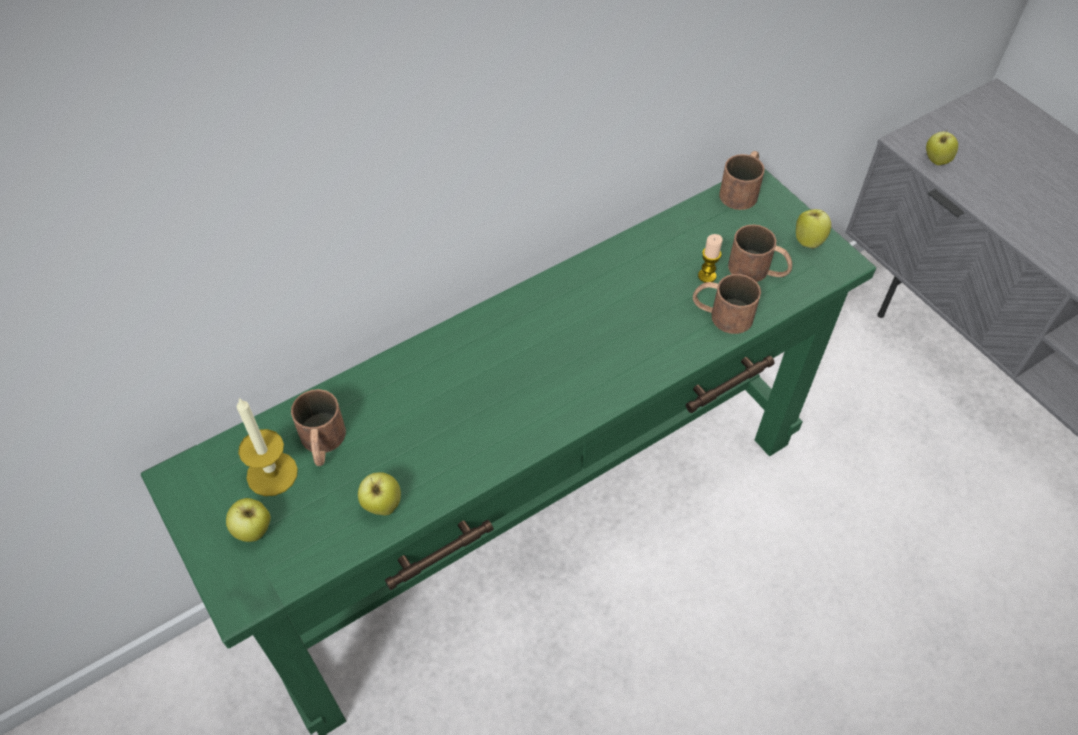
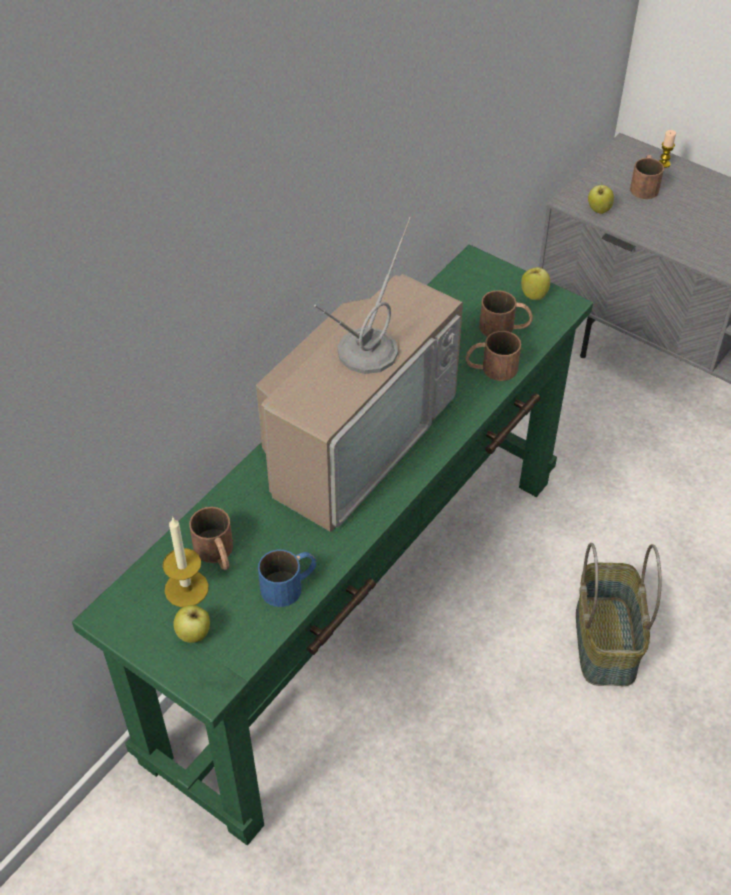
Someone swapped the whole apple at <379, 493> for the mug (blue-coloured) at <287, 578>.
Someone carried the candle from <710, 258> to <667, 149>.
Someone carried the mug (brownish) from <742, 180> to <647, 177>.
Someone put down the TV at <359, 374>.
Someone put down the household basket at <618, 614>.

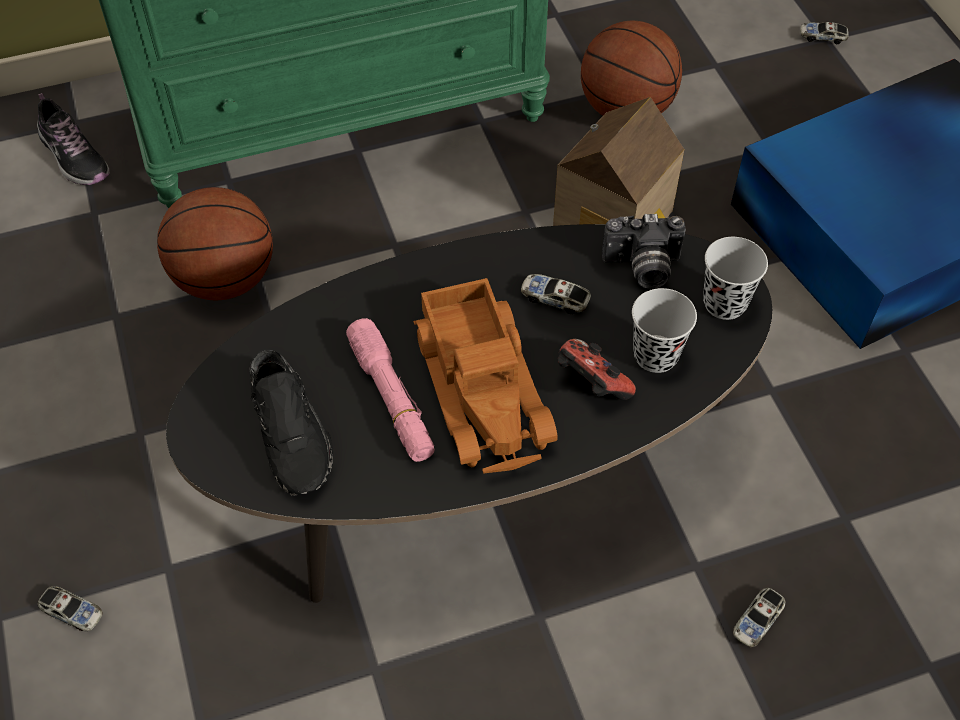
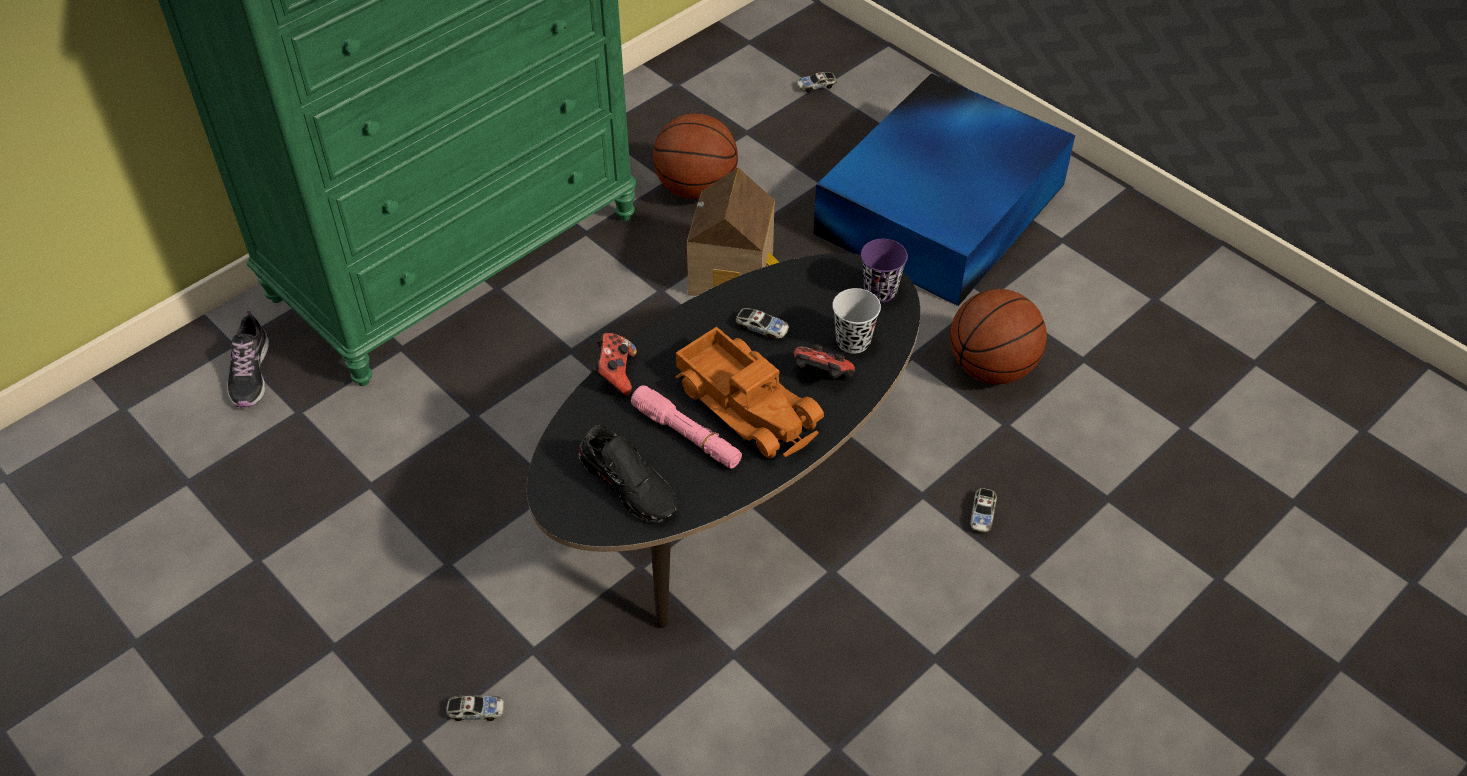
Someone rotated the shoe at <73, 139> by 60 degrees clockwise.
Someone carried the basketball from <215, 243> to <998, 336>.
Someone rotated the toy car at <556, 294> by 150 degrees counterclockwise.
Someone took away the still camera at <644, 251>.
Someone repainted the small cup (black) at <735, 278>, which became the small cup (purple) at <884, 270>.
Someone put down the gamepad at <614, 365>.

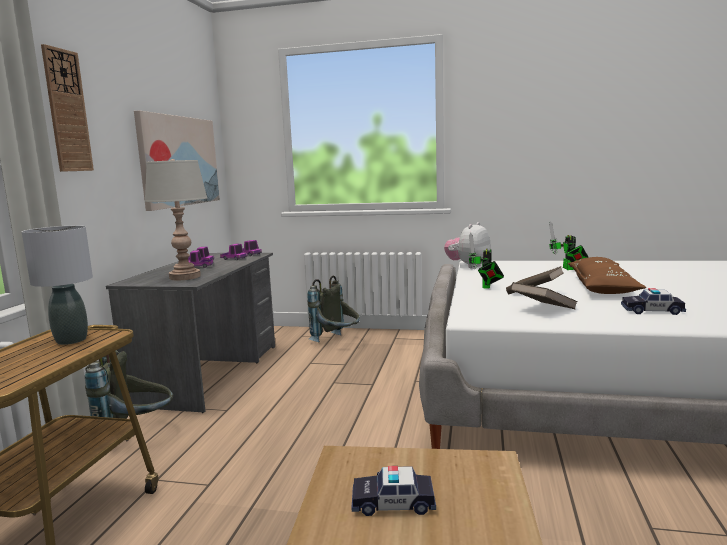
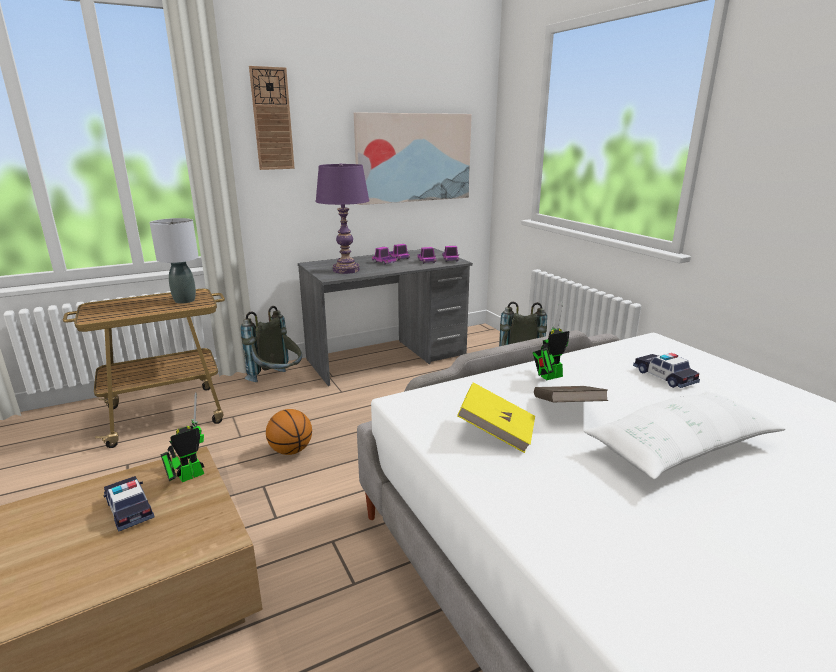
Someone repainted the tabletop lamp (grey) at <176, 219>, which became the tabletop lamp (purple) at <342, 219>.
Someone took away the plush toy at <467, 245>.
Someone repainted the volume (brownish) at <544, 296>, which became the volume (yellow-coloured) at <496, 417>.
Someone carried the toy robot from <569, 246> to <182, 437>.
Someone repainted the throw pillow (brownish) at <607, 275>, which became the throw pillow (white) at <684, 435>.
Someone carried the toy car from <653, 301> to <666, 370>.
Someone put down the basketball at <289, 432>.

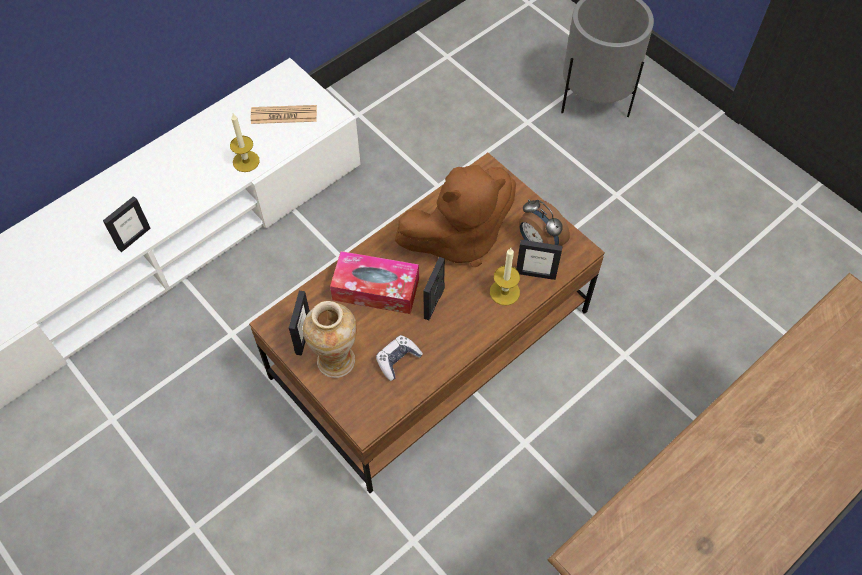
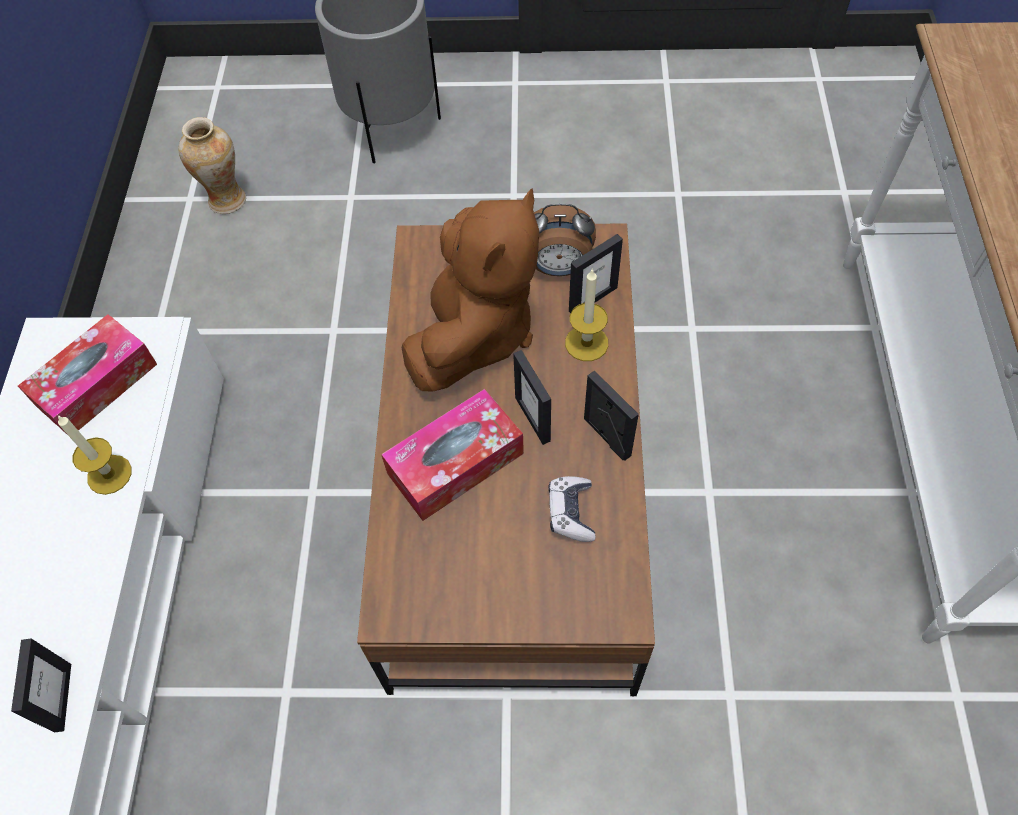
Someone swapped the daily paper at <284, 114> for the tissue holder at <87, 373>.
Someone carried the standing frame from <299, 323> to <611, 416>.
Someone carried the flower vase from <330, 339> to <212, 165>.

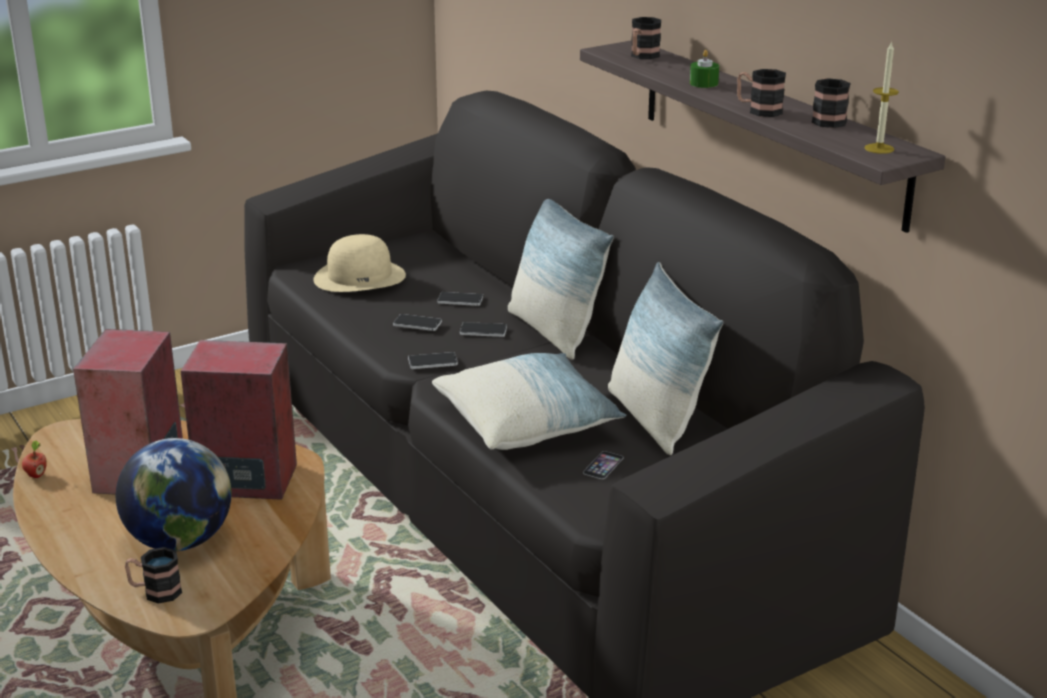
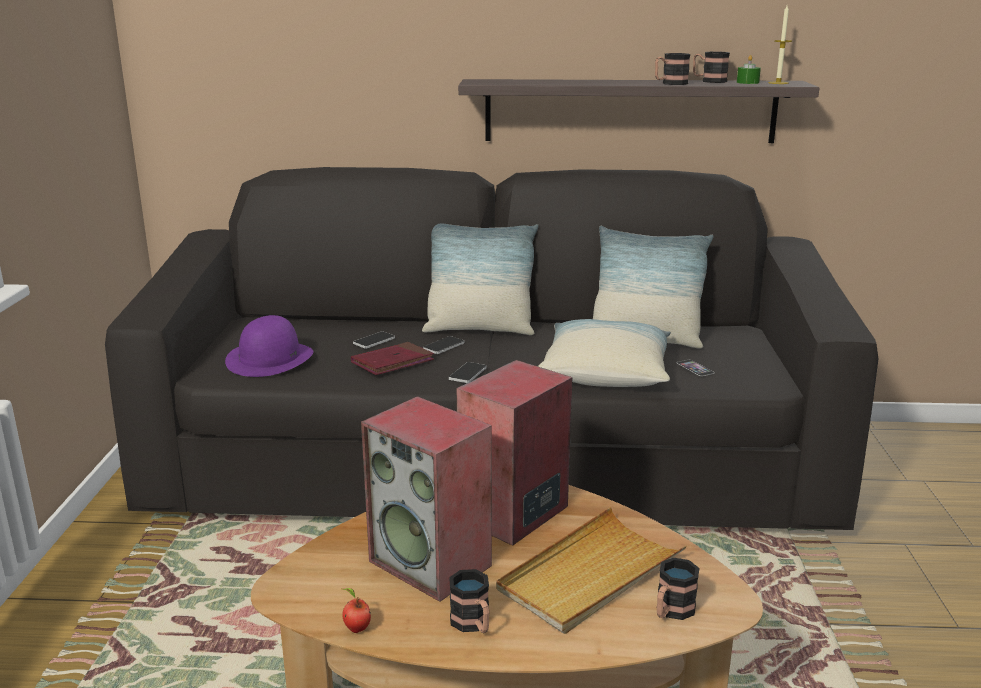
Someone swapped the globe at <174, 494> for the carrying tray (beige) at <591, 570>.
Someone repainted the wearable hat (beige) at <359, 263>, which became the wearable hat (purple) at <269, 346>.
Someone swapped the handset at <417, 322> for the volume (reddish) at <392, 358>.
Someone carried the mug from <646, 38> to <469, 601>.
Someone carried the candle (green) from <704, 69> to <749, 69>.

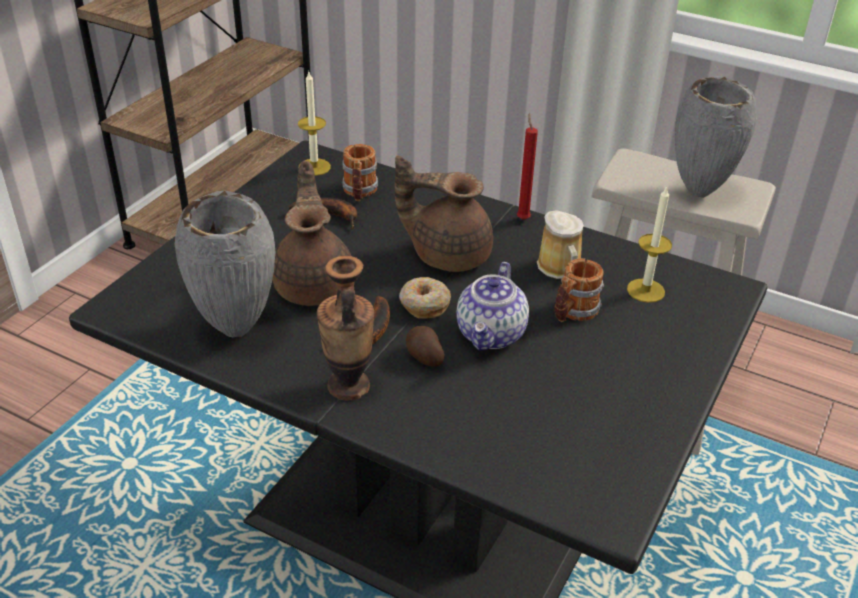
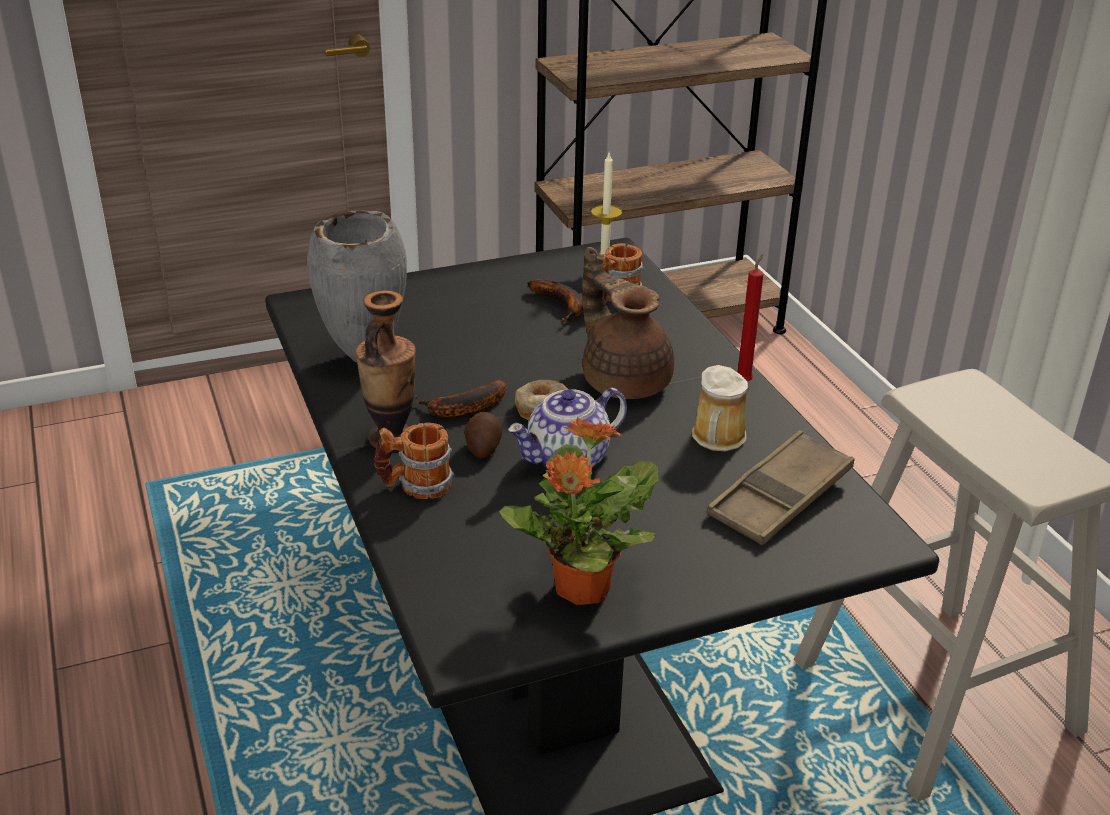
Someone took away the teapot (brownish) at <311, 233>.
Someone carried the mug from <579, 290> to <414, 461>.
Someone swapped the candle at <649, 244> for the carrying tray (brownish) at <780, 487>.
Someone took away the flower vase (grey) at <716, 137>.
Someone put down the potted plant at <579, 510>.

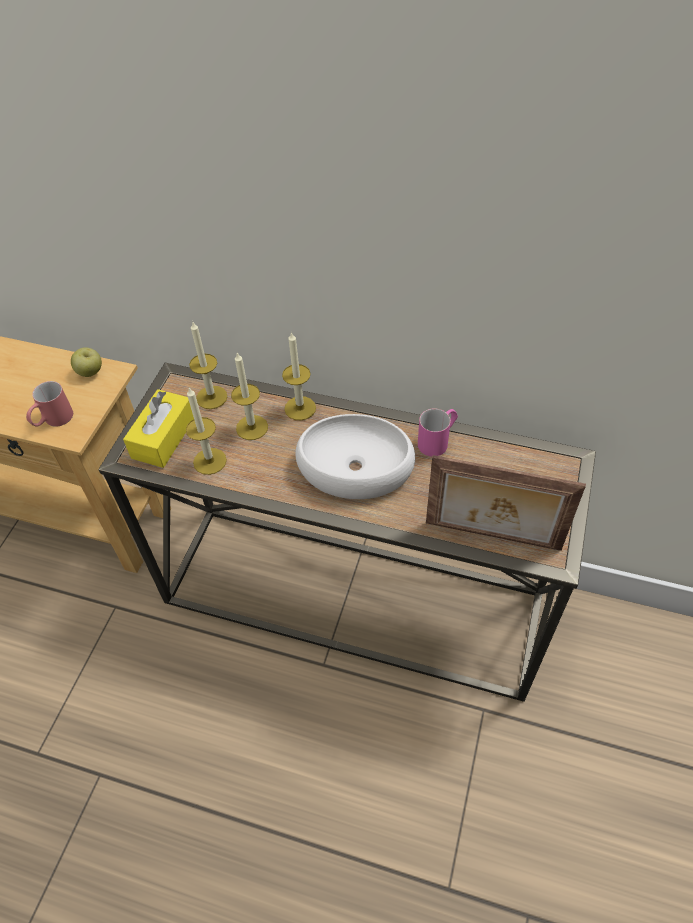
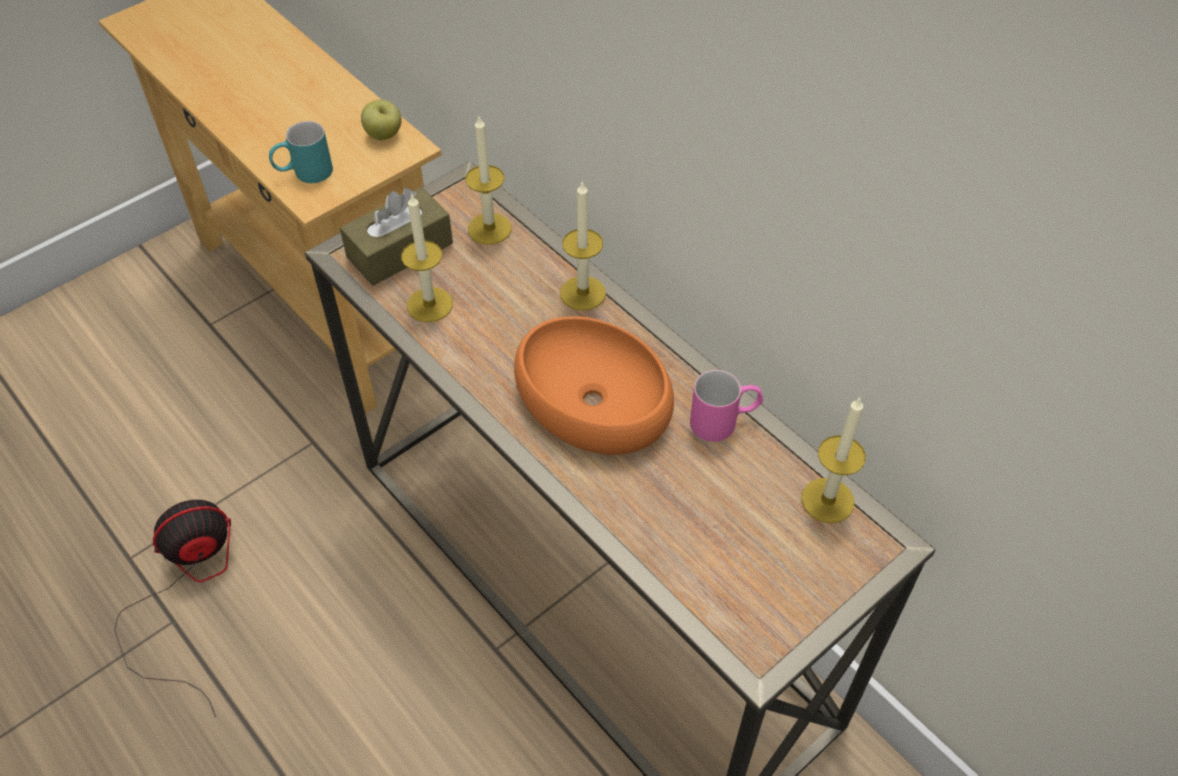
Someone repainted the mug (reddish) at <49, 404>, which became the mug (turquoise-coloured) at <301, 152>.
Someone repainted the tissue holder (yellow-coloured) at <158, 428>, which became the tissue holder (brownish) at <396, 236>.
Someone carried the candle from <249, 396> to <834, 460>.
Someone repainted the bowl (white) at <355, 456>, which became the bowl (orange-coloured) at <594, 385>.
Someone took away the standing frame at <506, 503>.
Someone put down the cooling fan at <172, 608>.

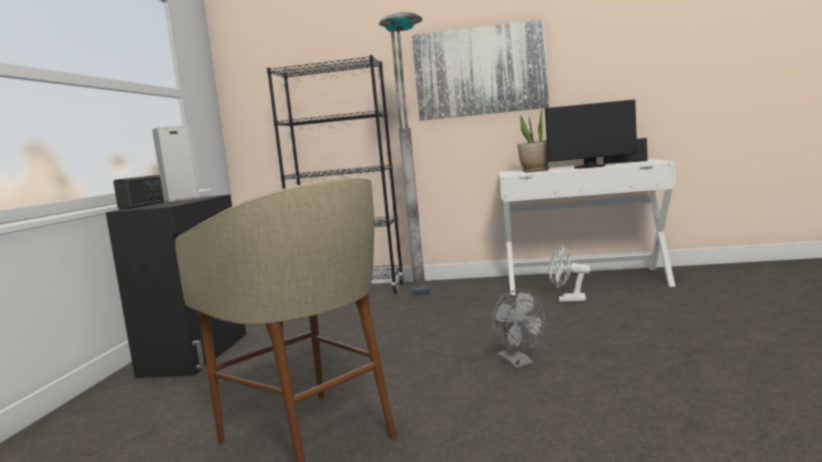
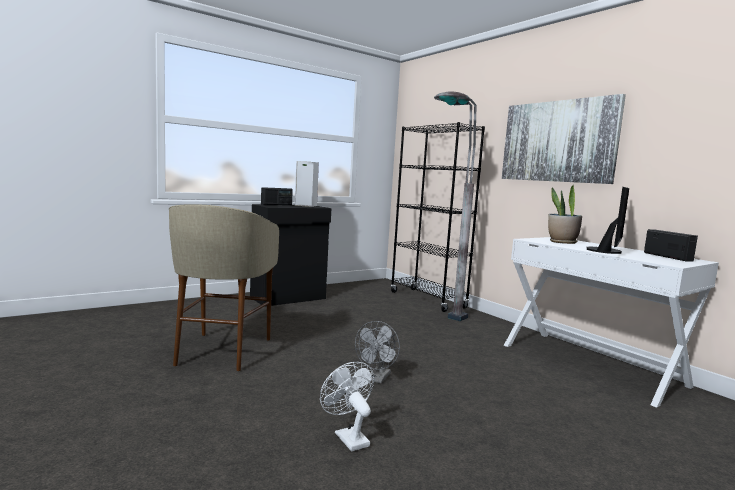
Someone rotated the computer display at <591, 134> by 105 degrees counterclockwise.
Someone carried the cooling fan (white) from <570, 273> to <347, 406>.

